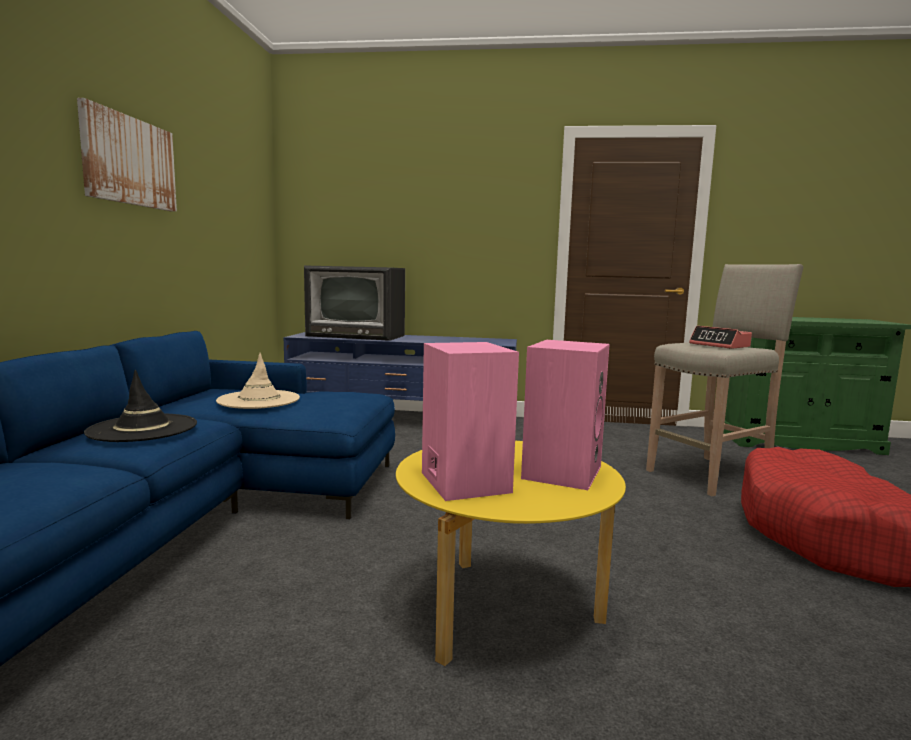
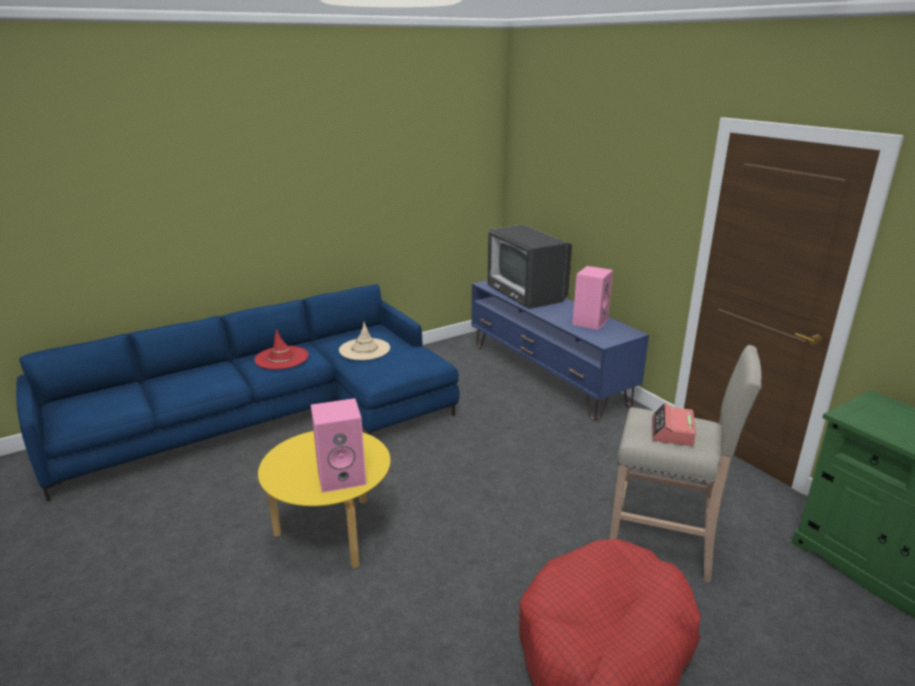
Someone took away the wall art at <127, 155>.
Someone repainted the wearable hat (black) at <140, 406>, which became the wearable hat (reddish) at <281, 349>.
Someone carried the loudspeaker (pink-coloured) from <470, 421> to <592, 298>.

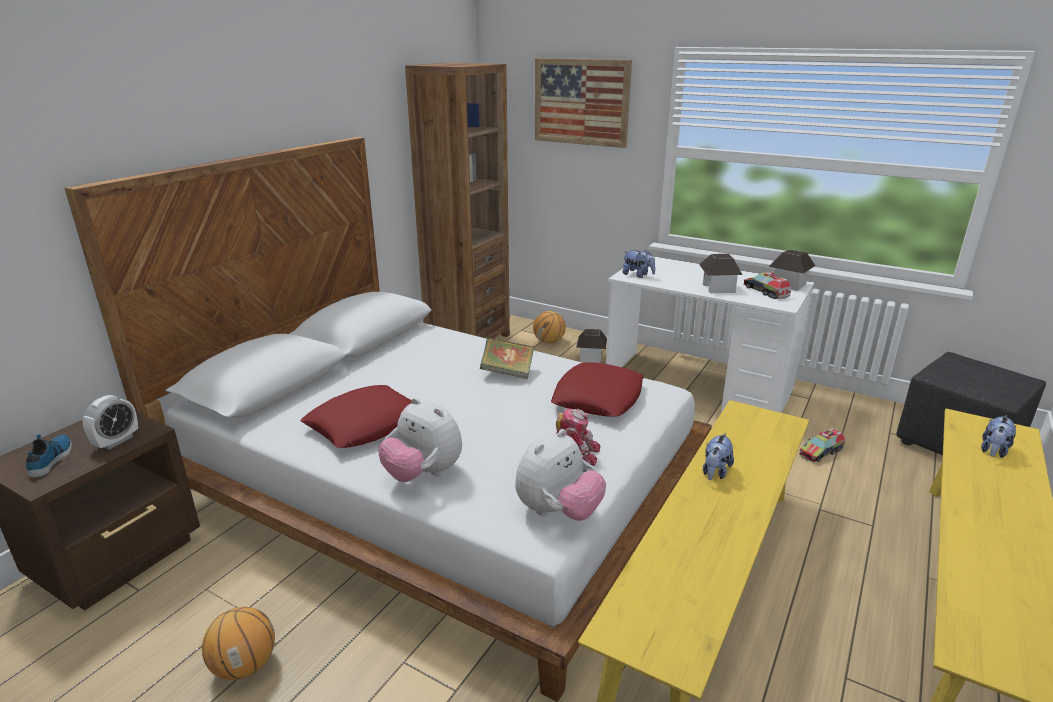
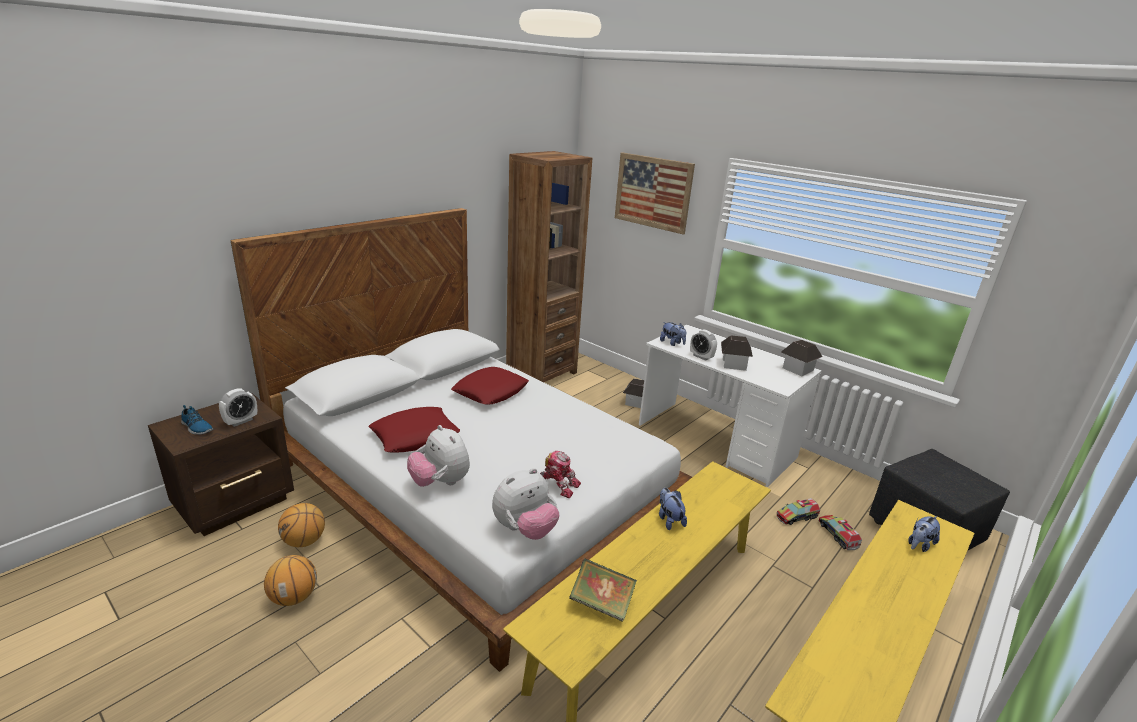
Someone rotated the shoe at <49, 456> by 120 degrees clockwise.
Someone carried the volume from <507, 358> to <603, 590>.
Someone carried the basketball from <549, 327> to <301, 525>.
Someone carried the throw pillow (reddish) from <597, 389> to <490, 386>.
Someone rotated the plush toy at <718, 456> by 120 degrees clockwise.
Someone carried the model truck from <768, 285> to <840, 532>.
Someone put down the alarm clock at <703, 345>.

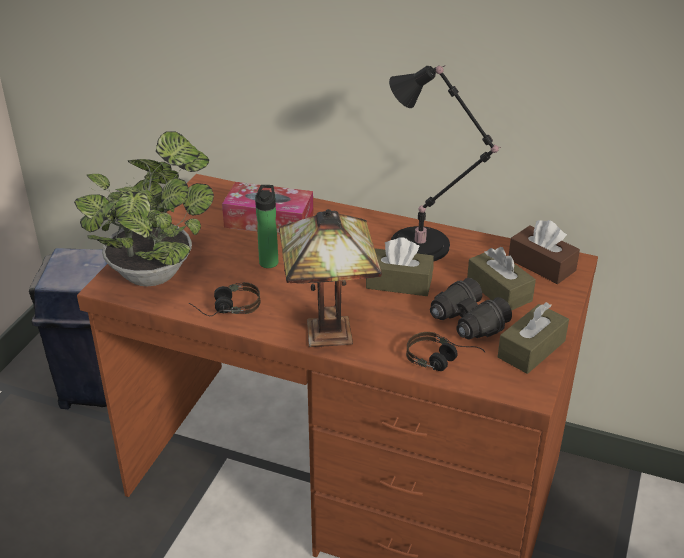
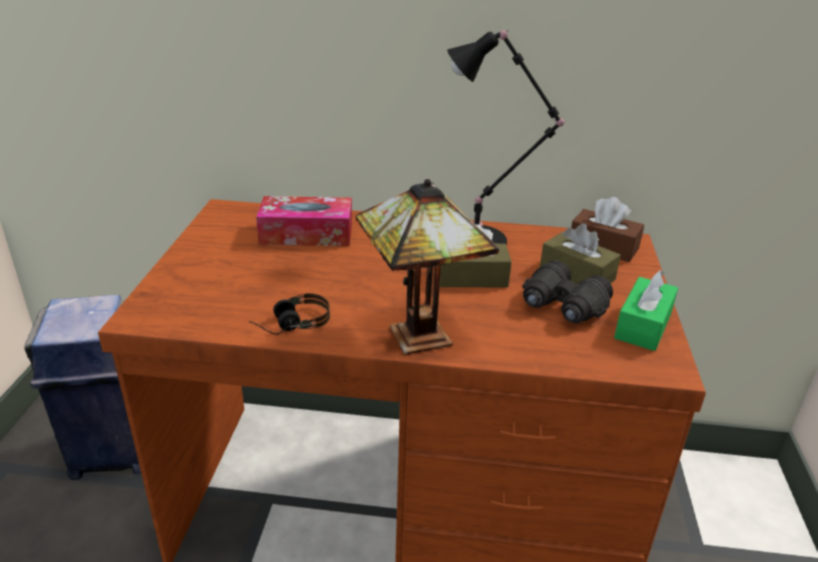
Someone took away the potted plant at <144, 209>.
Someone took away the bottle at <266, 226>.
Someone took away the headphones at <445, 351>.
Someone repainted the tissue holder (brownish) at <533, 338>, which became the tissue holder (green) at <646, 310>.

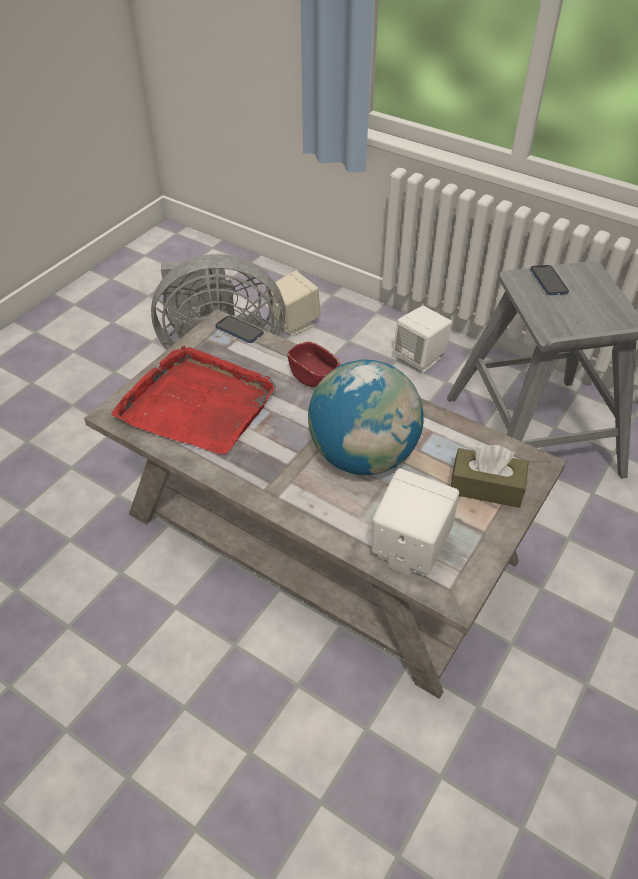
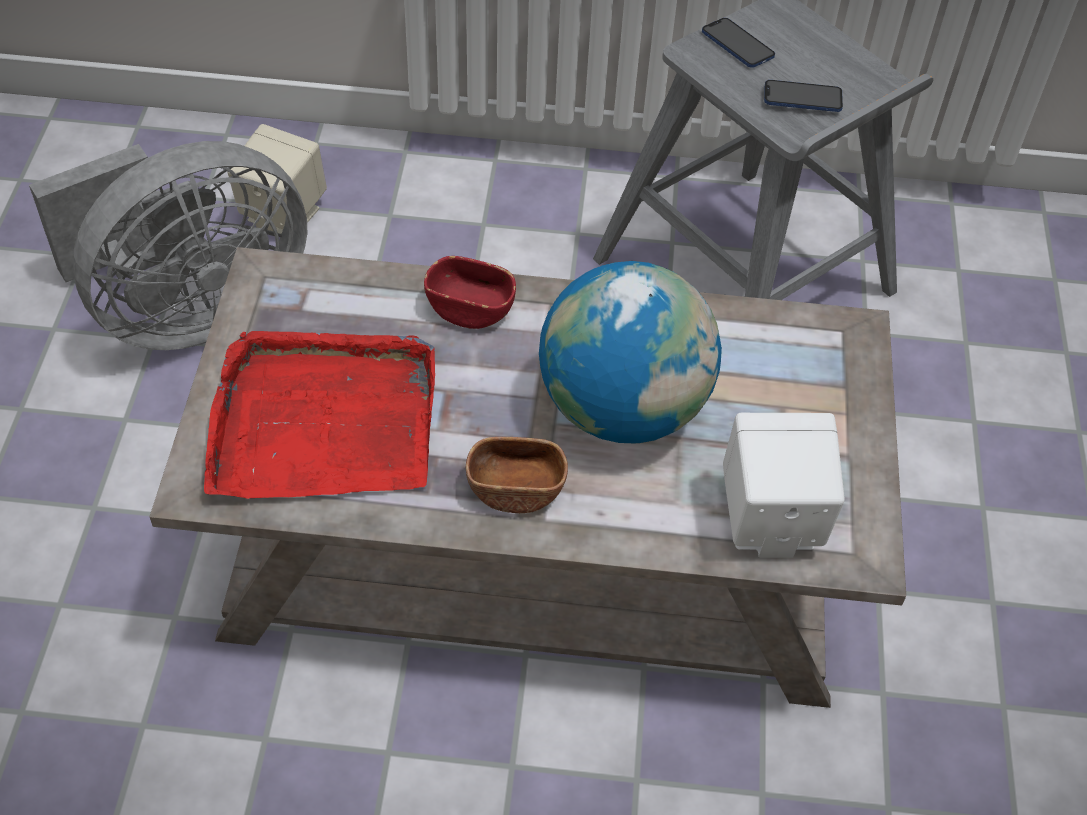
Someone carried the handset from <239, 329> to <803, 96>.
Someone took away the loudspeaker (white) at <422, 339>.
Someone took away the tissue holder (brownish) at <490, 476>.
Someone put down the bowl (brownish) at <517, 475>.

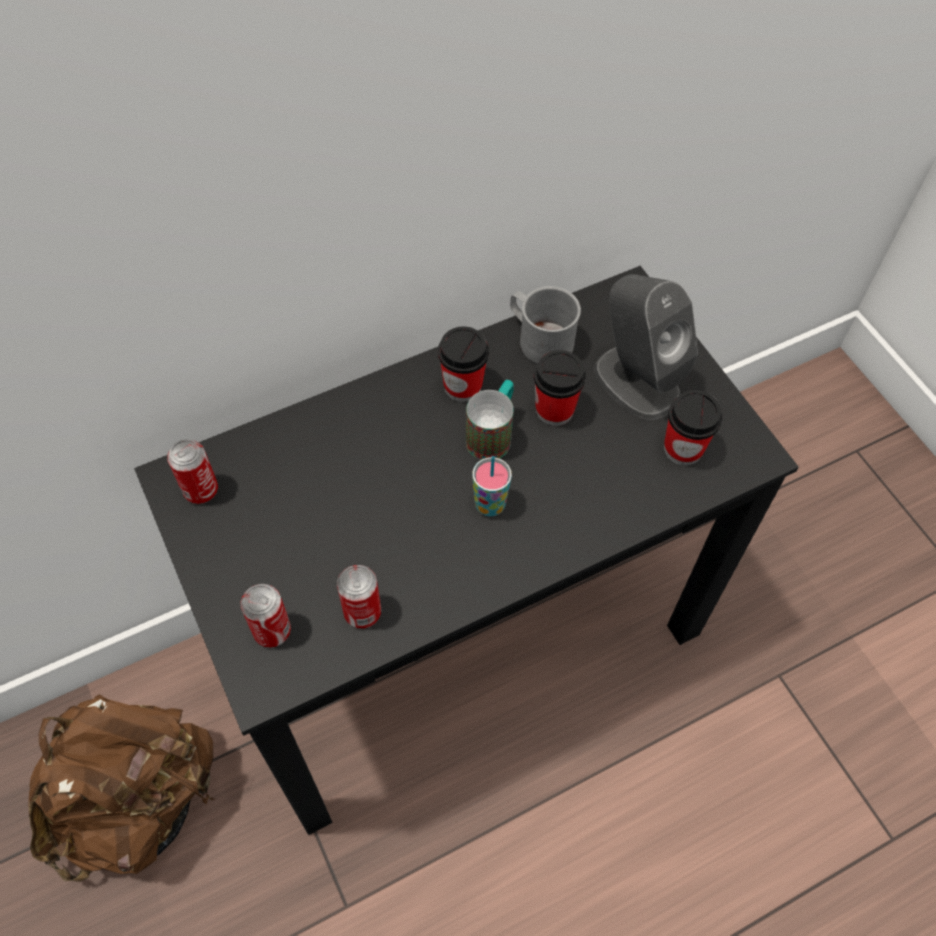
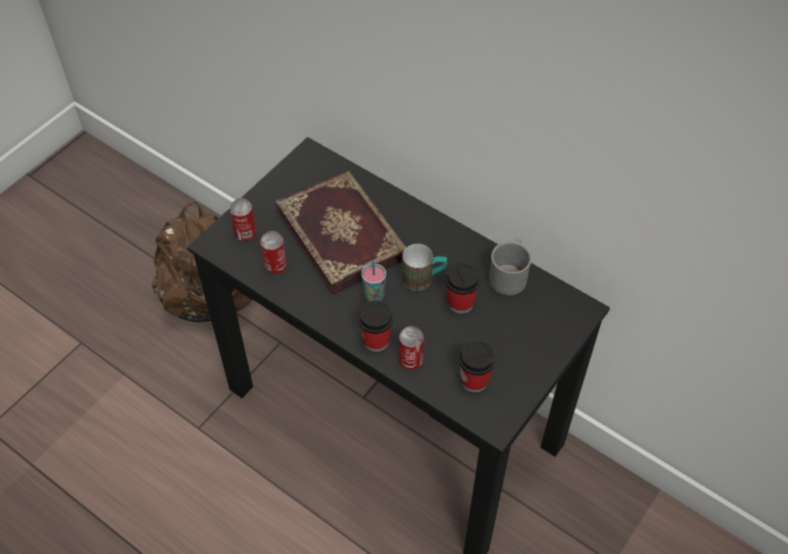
Someone carried the sealed can from <192, 471> to <411, 348>.
Someone carried the small cup from <463, 364> to <376, 326>.
Someone took away the loudspeaker (grey) at <646, 347>.
Someone put down the volume at <340, 232>.

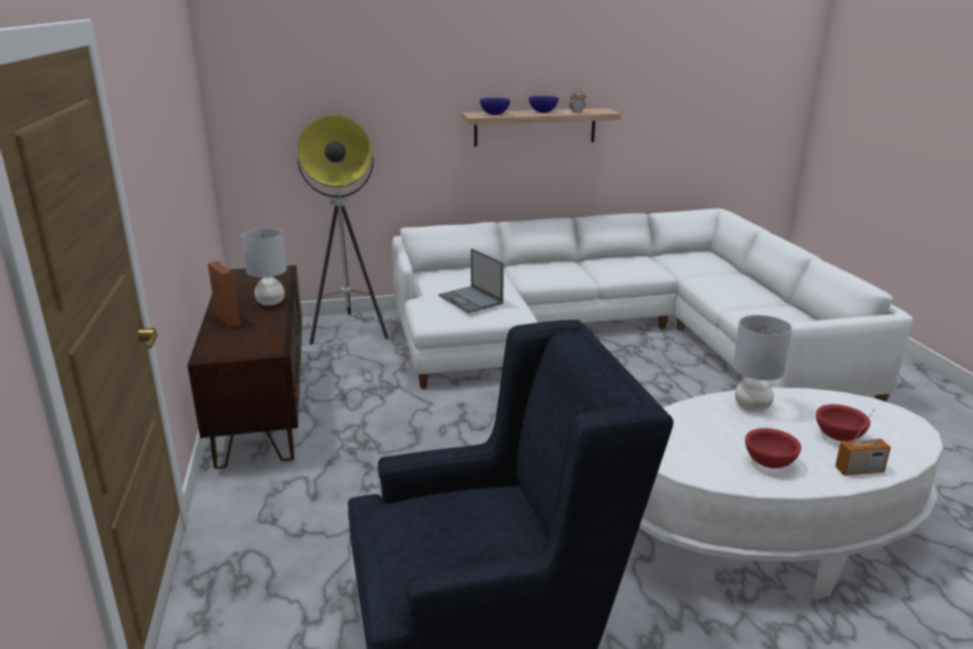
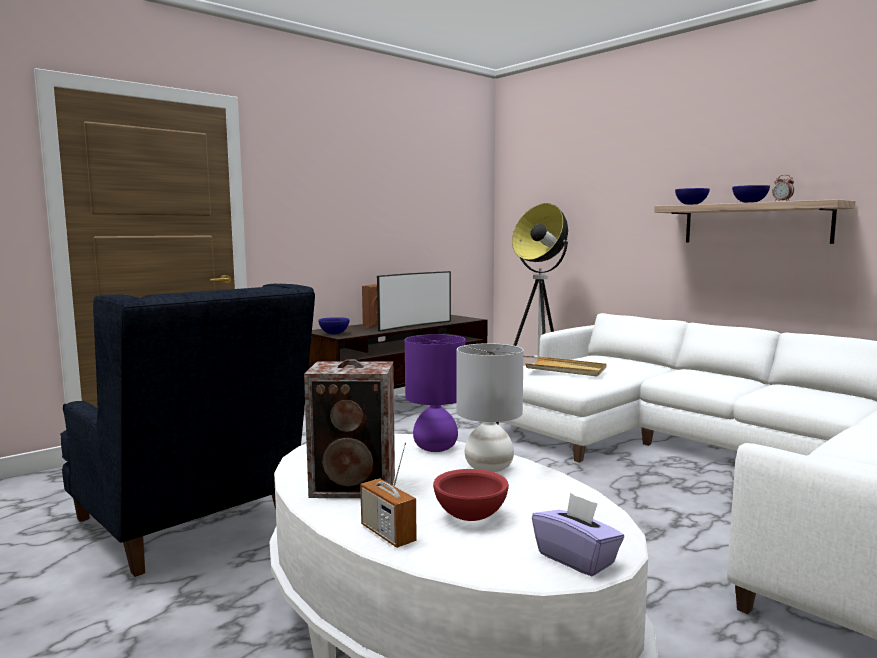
Someone swapped the tabletop lamp (grey) at <264, 267> for the TV at <414, 301>.
Someone swapped the portable computer at <471, 280> for the carrying tray (beige) at <565, 366>.
Someone swapped the bowl (reddish) at <773, 448> for the loudspeaker at <349, 428>.
Someone put down the bowl (blue-coloured) at <334, 326>.
Someone put down the tabletop lamp (purple) at <435, 393>.
Someone put down the tissue holder (purple) at <578, 535>.

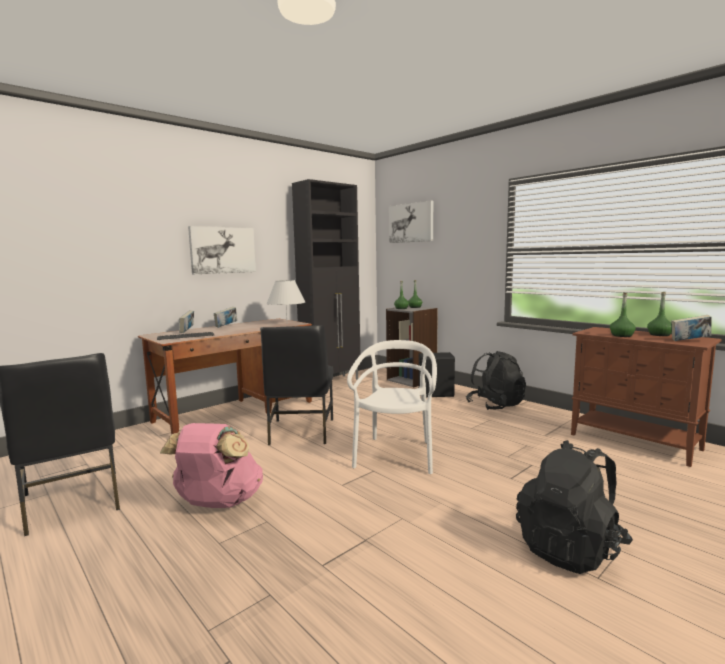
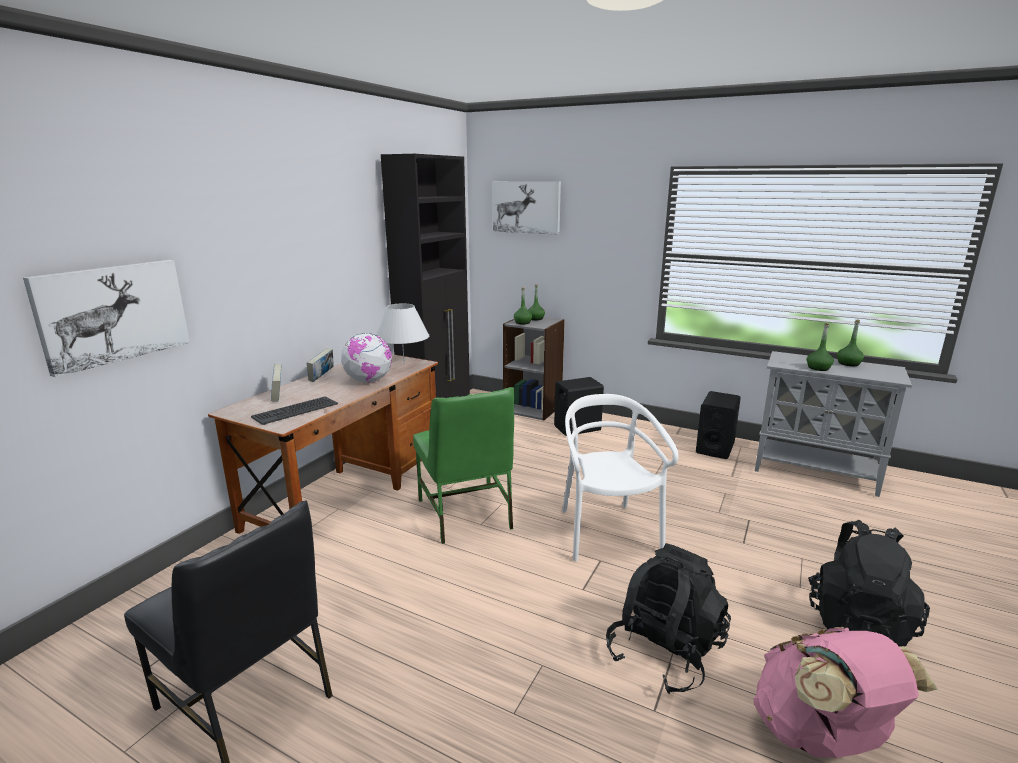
Someone carried the knapsack (pink-coloured) from <211, 465> to <846, 692>.
Someone carried the wall art from <222, 250> to <106, 318>.
Someone repainted the upright chair (black) at <296, 385>, which became the upright chair (green) at <463, 465>.
Someone carried the knapsack (black) from <496, 380> to <668, 618>.
Someone repainted the cupboard (brownish) at <646, 397>, which became the cupboard (grey) at <833, 424>.
Someone took away the volume at <691, 328>.
Someone put down the globe at <366, 358>.
Someone put down the loudspeaker (black) at <718, 425>.

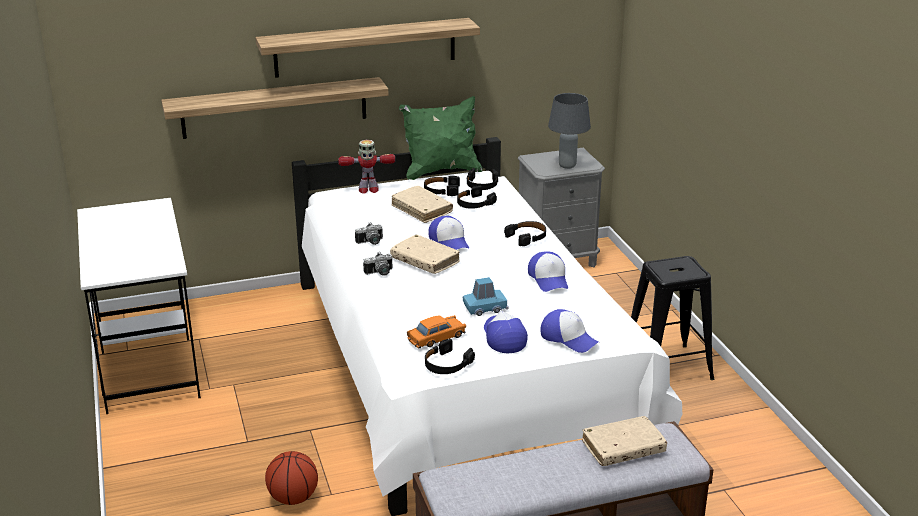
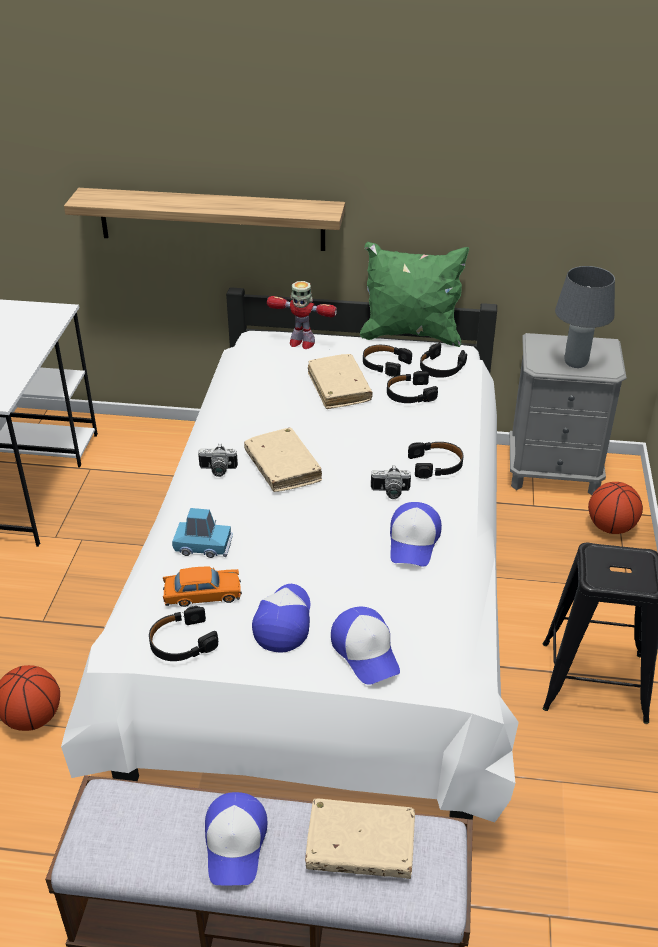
Someone took away the shelf at <367, 48>.
Someone carried the still camera from <369, 233> to <391, 482>.
Someone carried the peaked cap from <448, 233> to <236, 839>.
Someone carried the toy car (blue-coloured) from <486, 296> to <202, 533>.
Someone put down the basketball at <615, 508>.

